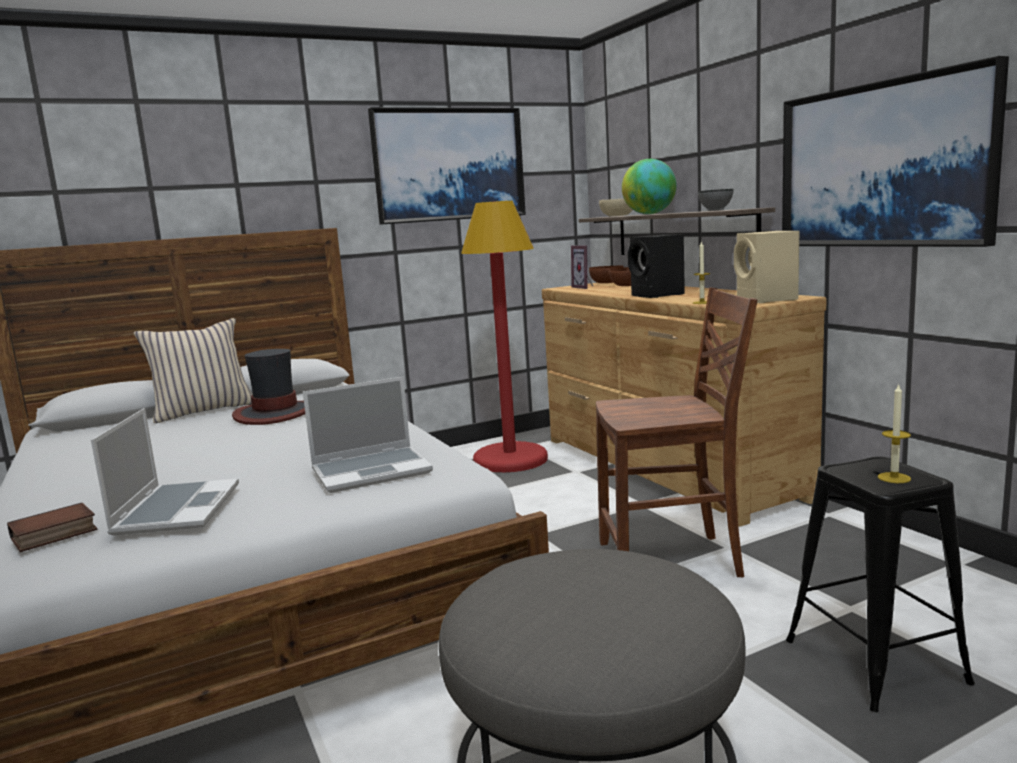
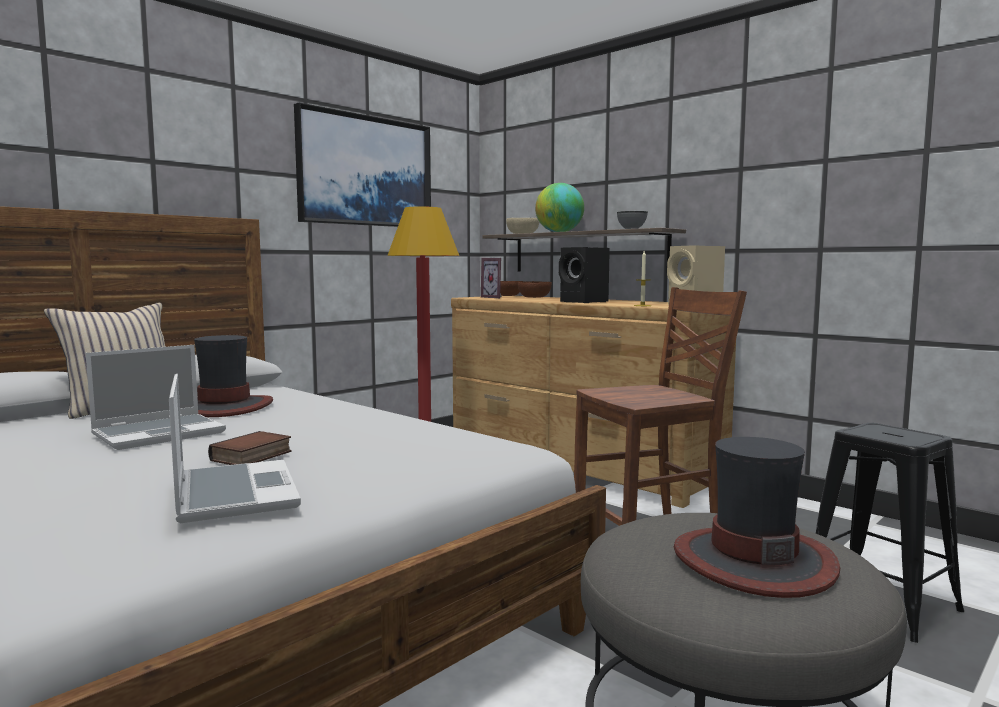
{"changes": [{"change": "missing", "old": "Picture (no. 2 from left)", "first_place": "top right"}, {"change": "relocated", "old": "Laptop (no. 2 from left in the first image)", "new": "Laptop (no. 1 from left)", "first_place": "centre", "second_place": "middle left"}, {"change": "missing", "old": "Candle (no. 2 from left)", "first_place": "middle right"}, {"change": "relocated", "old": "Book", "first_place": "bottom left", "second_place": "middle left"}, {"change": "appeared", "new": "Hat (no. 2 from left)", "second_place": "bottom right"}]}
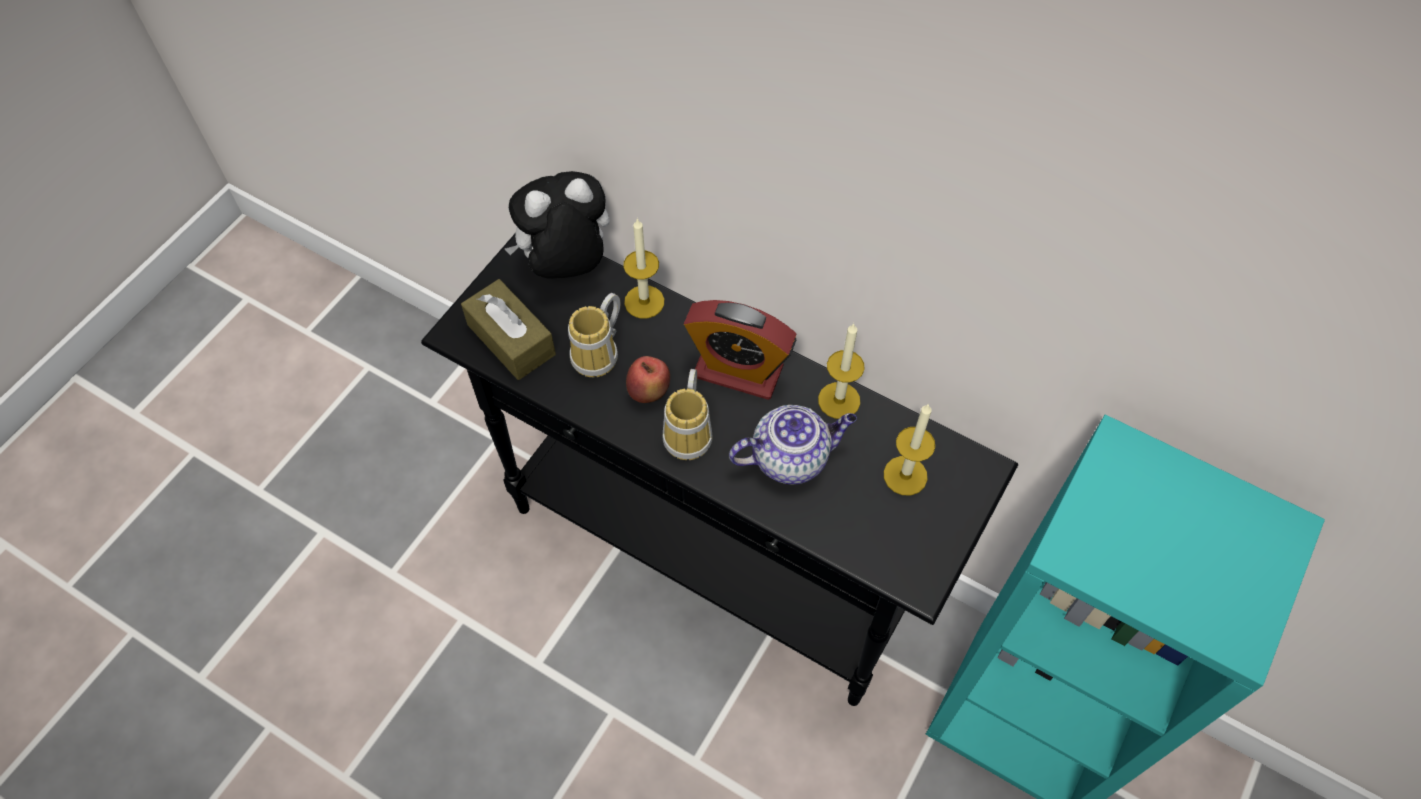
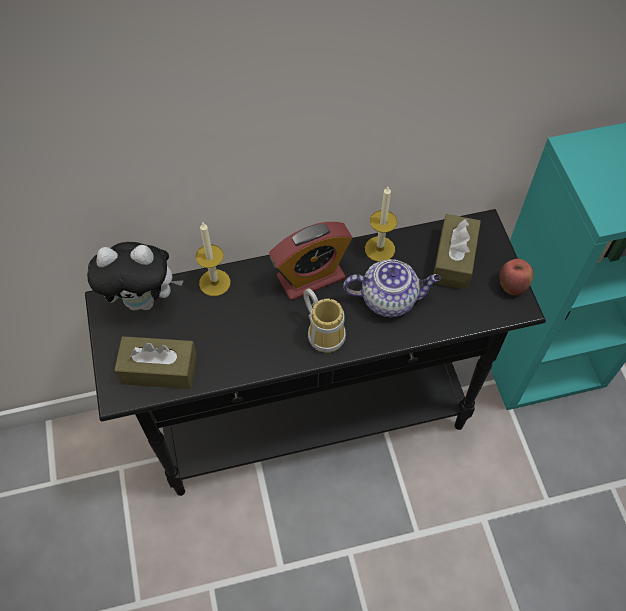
{"changes": [{"change": "spun", "old": "PlushToy", "first_place": "top centre", "second_place": "middle left", "degrees": -120}, {"change": "missing", "old": "Mug (no. 1 from left)", "first_place": "centre"}, {"change": "relocated", "old": "Apple", "first_place": "centre", "second_place": "middle right"}, {"change": "exchanged", "old": "Candle (no. 3 from left)", "new": "BrownTissueBox (no. 2 from left)", "first_place": "centre", "second_place": "middle right"}, {"change": "spun", "old": "Teapot", "first_place": "centre", "second_place": "centre", "degrees": 60}]}
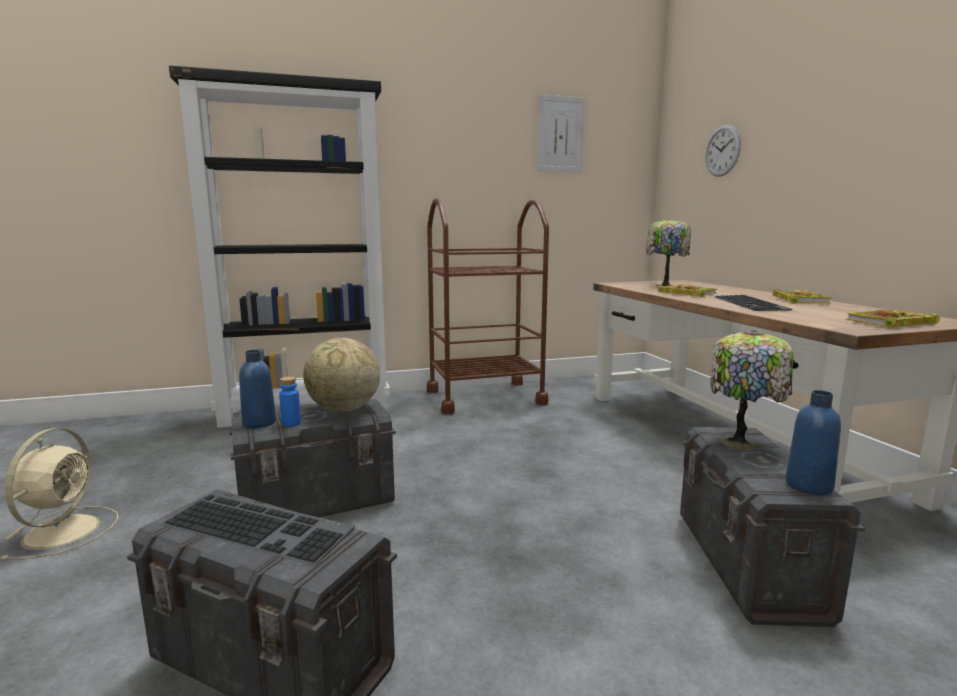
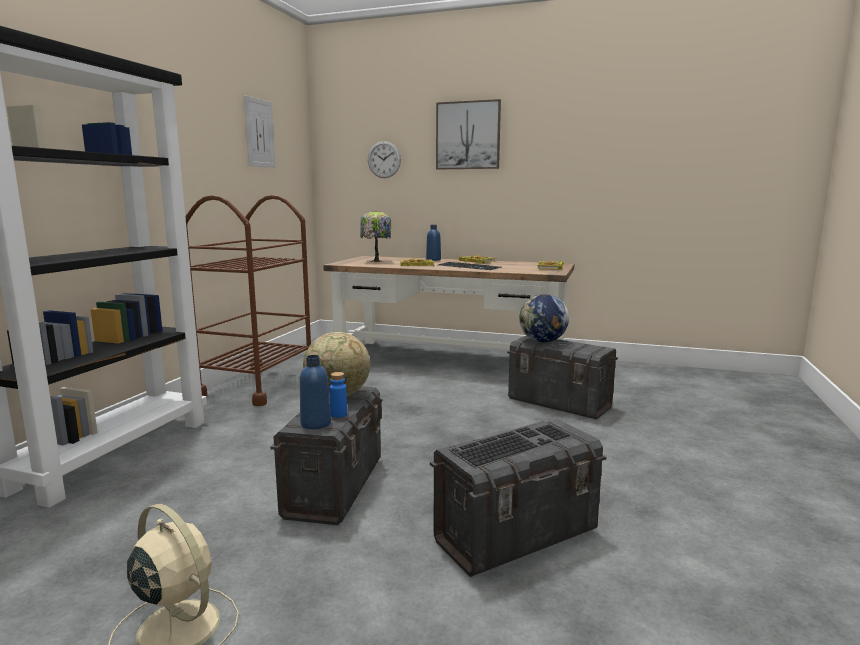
{"changes": [{"change": "exchanged", "old": "TableLamp (no. 2 from left)", "new": "Globe (no. 2 from left)", "first_place": "middle right", "second_place": "centre"}, {"change": "relocated", "old": "BlueBottle (no. 3 from left)", "first_place": "middle right", "second_place": "centre"}, {"change": "appeared", "new": "Picture (no. 2 from left)", "second_place": "top centre"}]}
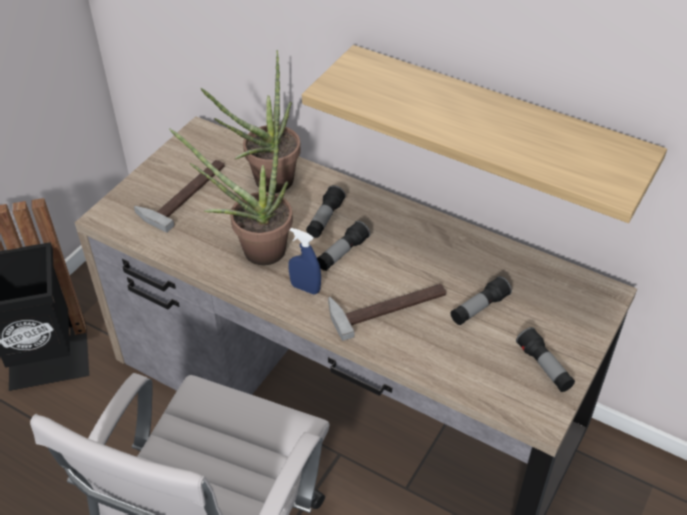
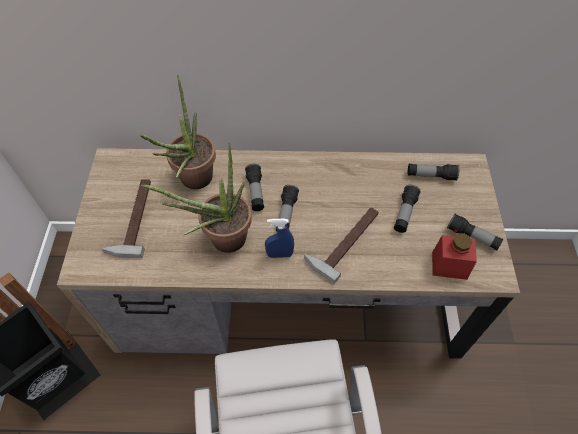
{"changes": [{"change": "missing", "old": "Shelf", "first_place": "top right"}, {"change": "appeared", "new": "Flashlight (no. 4 from left)", "second_place": "middle right"}, {"change": "appeared", "new": "RedJar", "second_place": "middle right"}]}
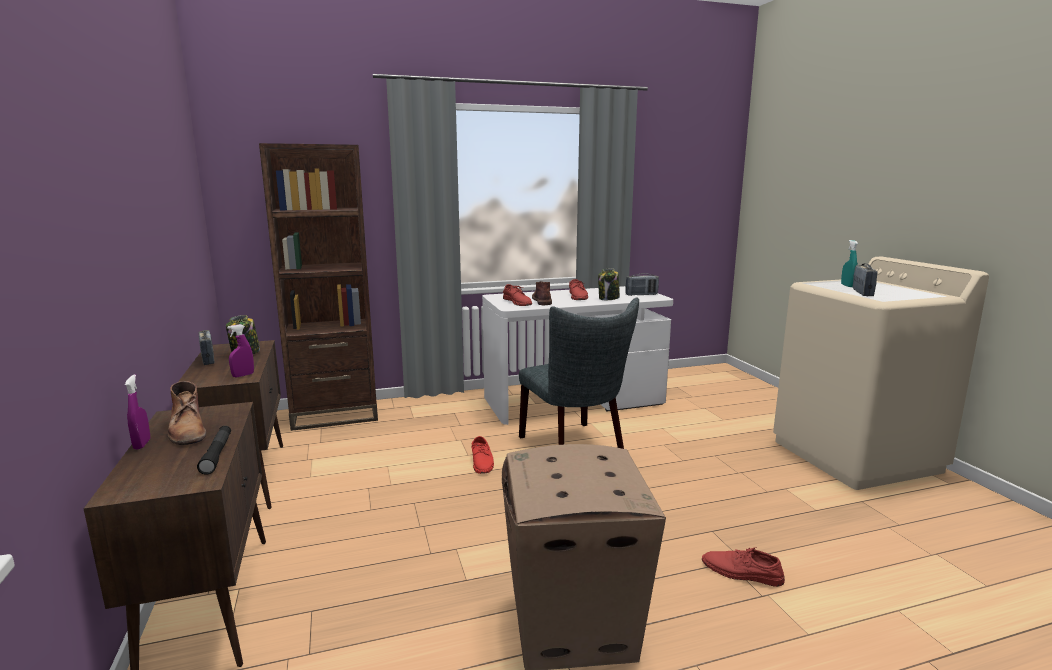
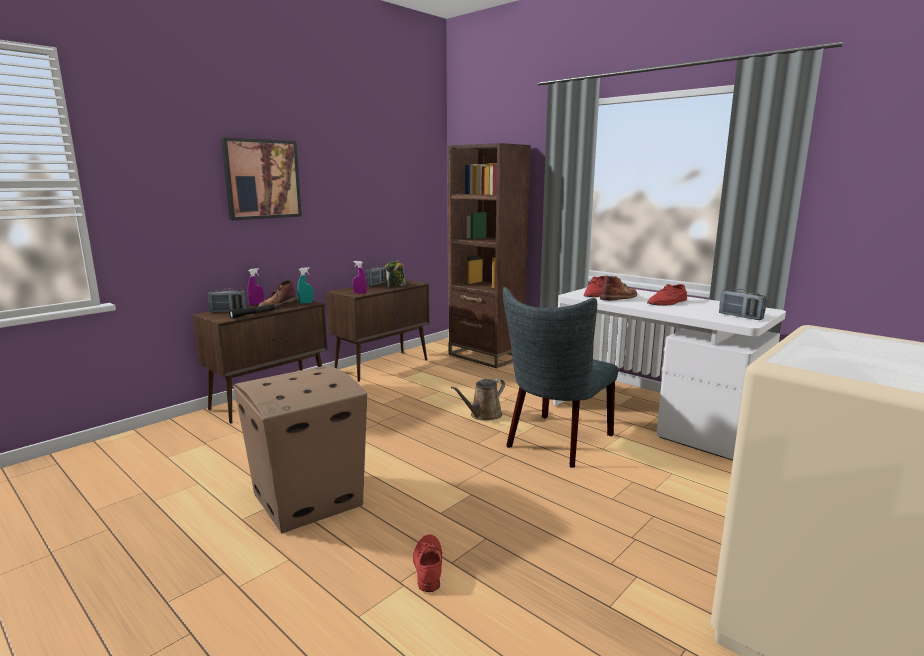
{"changes": [{"change": "relocated", "old": "TurquoiseSprayBottle", "first_place": "middle right", "second_place": "middle left"}, {"change": "relocated", "old": "Radio (no. 3 from left in the first image)", "new": "Radio (no. 1 from left)", "first_place": "middle right", "second_place": "middle left"}, {"change": "missing", "old": "Jar (no. 2 from left)", "first_place": "centre"}, {"change": "exchanged", "old": "RedShoe (no. 1 from left)", "new": "BrownWateringCan", "first_place": "bottom centre", "second_place": "centre"}, {"change": "appeared", "new": "Picture", "second_place": "top left"}]}
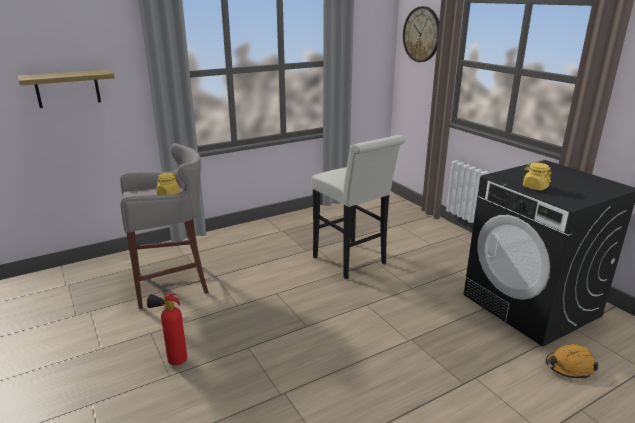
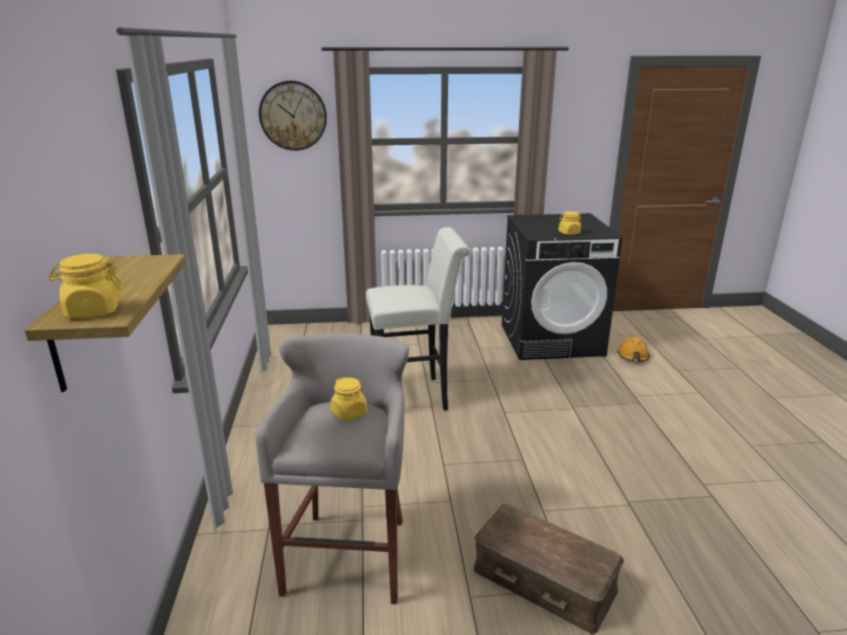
{"changes": [{"change": "exchanged", "old": "FireExtinguisher", "new": "BrownStorageBox", "first_place": "bottom left", "second_place": "bottom centre"}, {"change": "appeared", "new": "YellowJar (no. 1 from left)", "second_place": "middle left"}]}
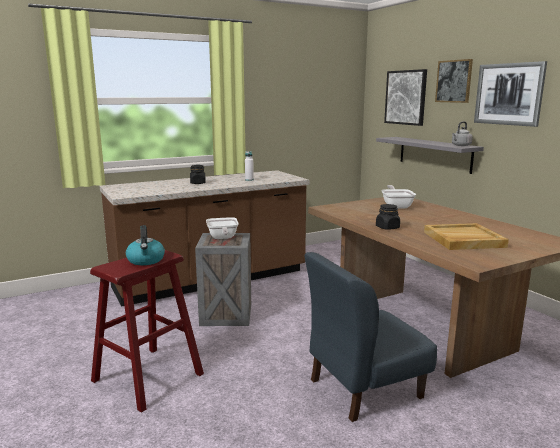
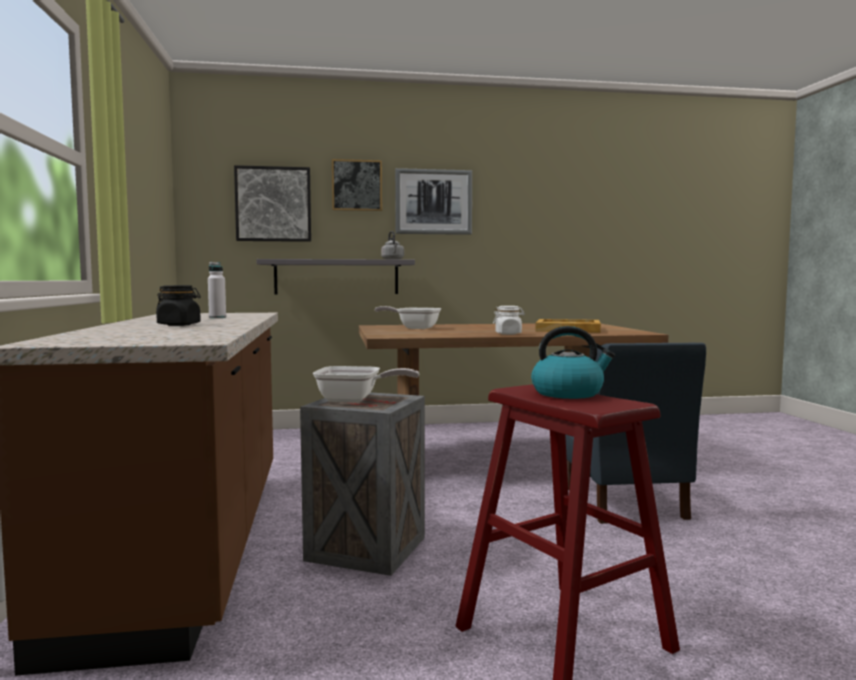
{"changes": [{"change": "colour", "old": "BlackJar (no. 2 from left)", "new": "WhiteJar", "first_place": "middle right", "second_place": "centre"}]}
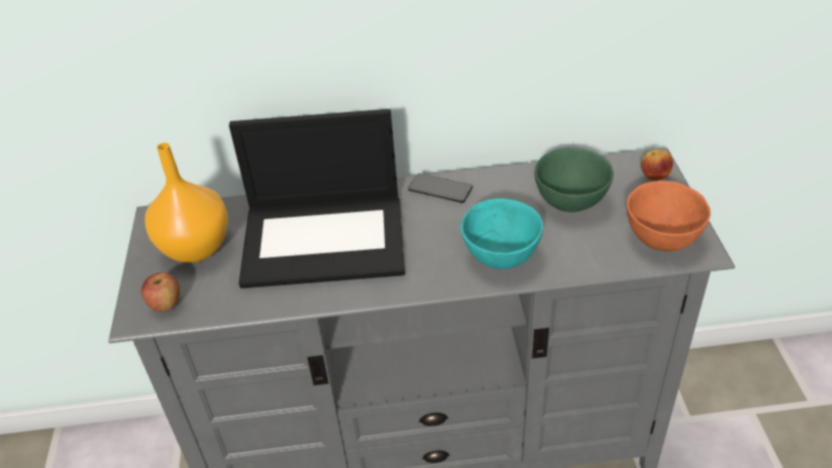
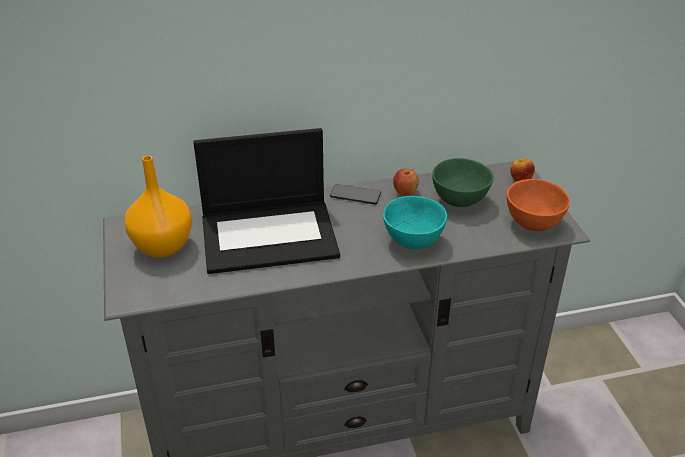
{"changes": [{"change": "relocated", "old": "Apple (no. 1 from left)", "first_place": "middle left", "second_place": "centre"}]}
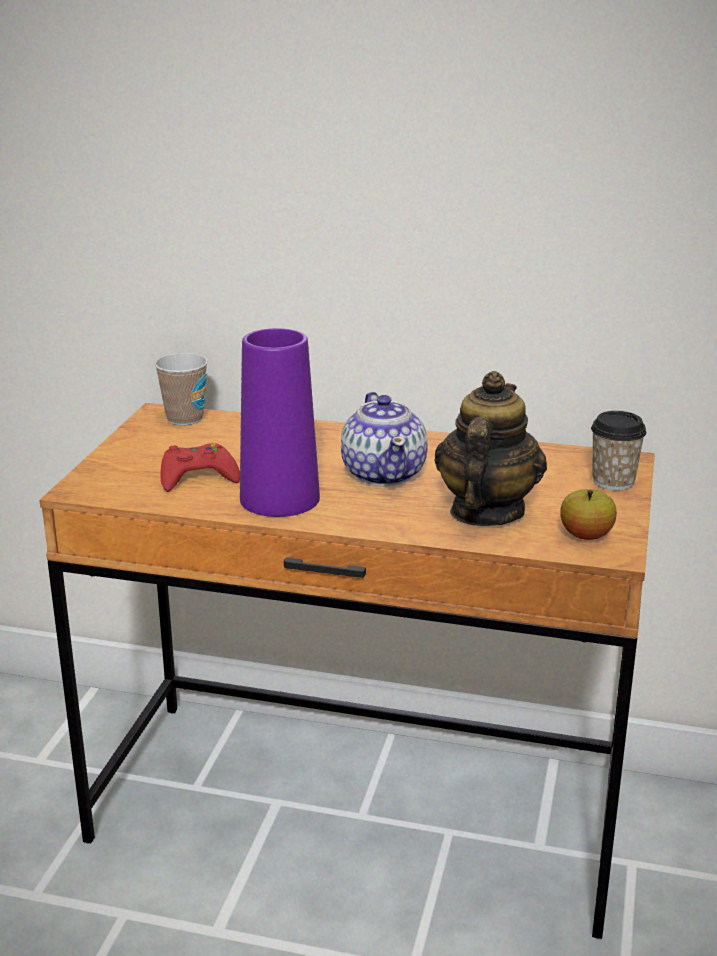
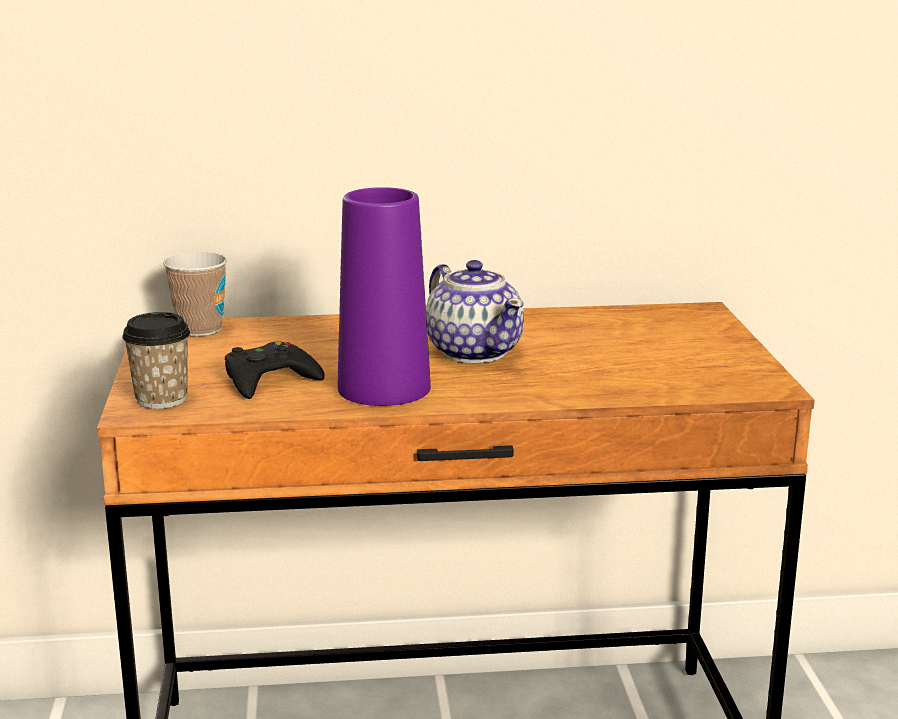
{"changes": [{"change": "missing", "old": "Teapot (no. 2 from left)", "first_place": "middle right"}, {"change": "relocated", "old": "Cup (no. 2 from left in the first image)", "new": "Cup (no. 1 from left)", "first_place": "middle right", "second_place": "middle left"}, {"change": "colour", "old": "RedGameController", "new": "BlackGameController", "first_place": "middle left", "second_place": "middle left"}, {"change": "missing", "old": "Apple", "first_place": "middle right"}]}
